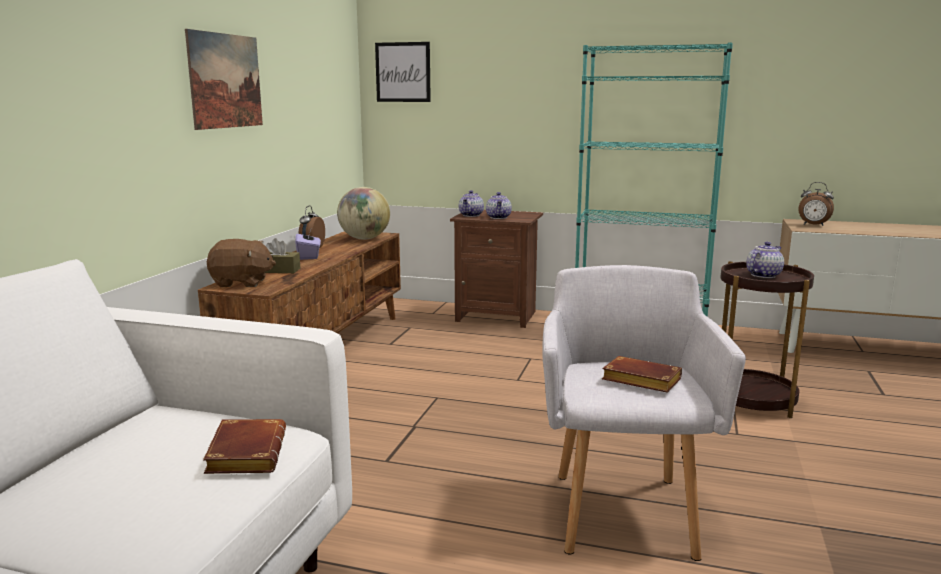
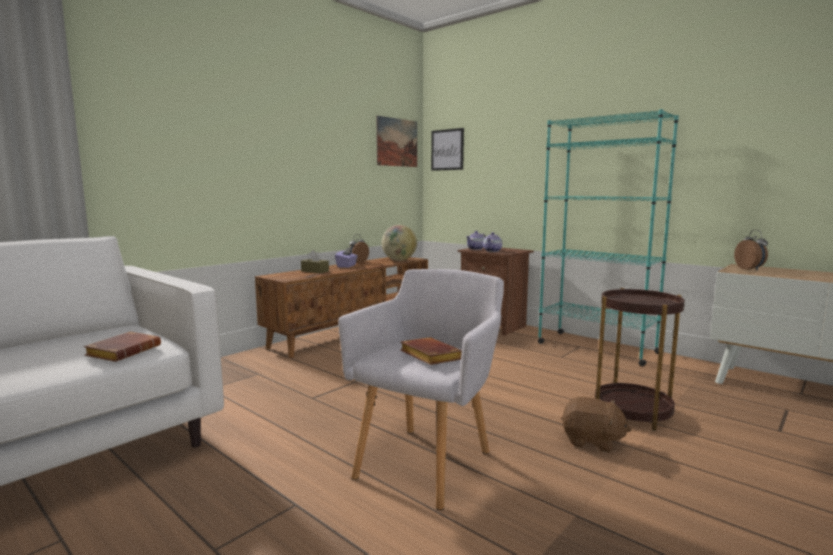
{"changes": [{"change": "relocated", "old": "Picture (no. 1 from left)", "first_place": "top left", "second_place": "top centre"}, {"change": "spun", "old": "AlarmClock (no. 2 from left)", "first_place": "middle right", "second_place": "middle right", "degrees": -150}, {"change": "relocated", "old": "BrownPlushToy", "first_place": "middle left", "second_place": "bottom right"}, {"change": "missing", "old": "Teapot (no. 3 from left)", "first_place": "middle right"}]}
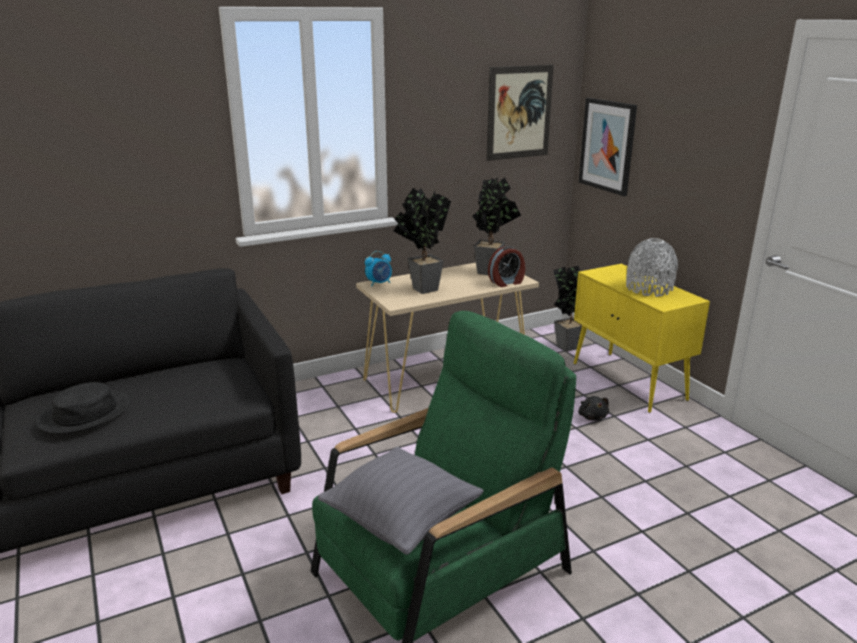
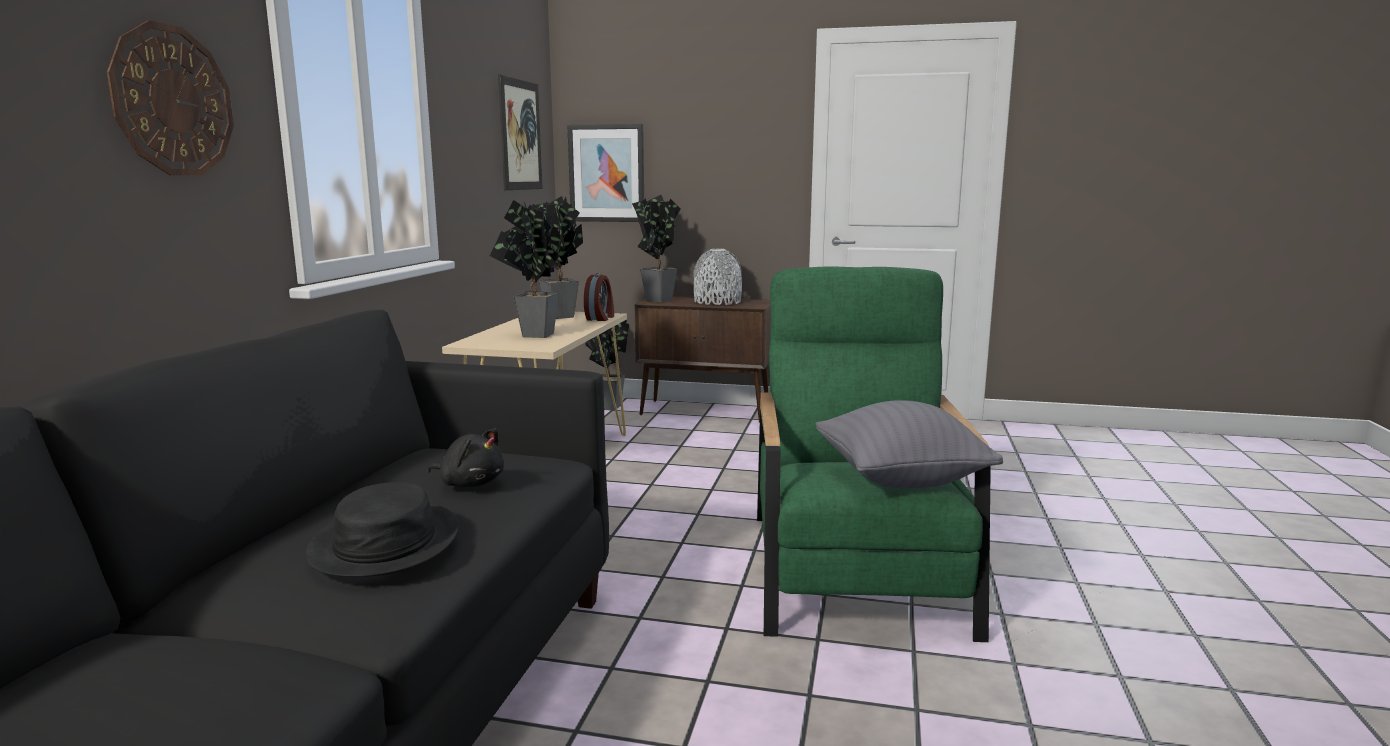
{"changes": [{"change": "missing", "old": "AlarmClock (no. 1 from left)", "first_place": "centre"}, {"change": "colour", "old": "YellowCabinet", "new": "BrownCabinet", "first_place": "middle right", "second_place": "centre"}, {"change": "relocated", "old": "BlackPlushToy", "first_place": "middle right", "second_place": "centre"}, {"change": "appeared", "new": "WallClock", "second_place": "top left"}, {"change": "appeared", "new": "PottedPlant (no. 4 from left)", "second_place": "top centre"}]}
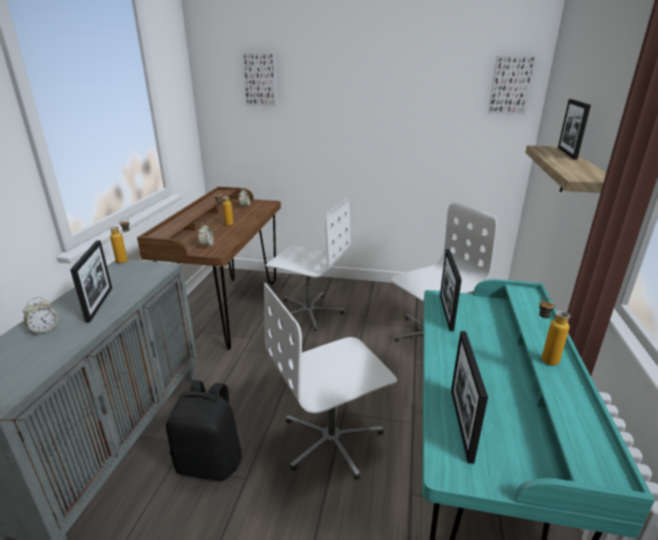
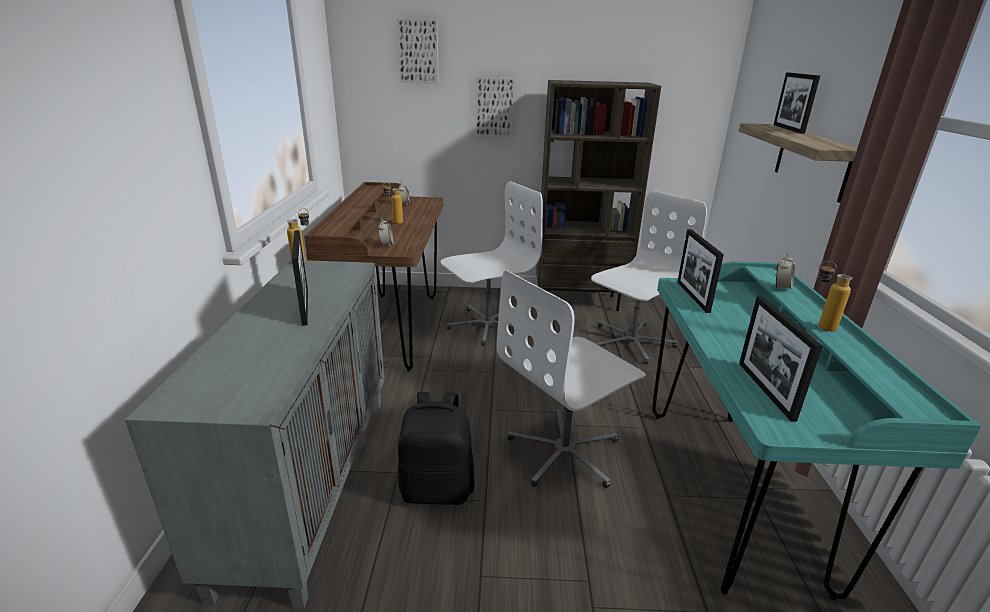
{"changes": [{"change": "relocated", "old": "Picture (no. 2 from left)", "first_place": "top right", "second_place": "top centre"}, {"change": "spun", "old": "WhiteOfficeChair (no. 1 from left)", "first_place": "centre", "second_place": "centre", "degrees": -45}, {"change": "relocated", "old": "AlarmClock (no. 1 from left in the first image)", "new": "AlarmClock (no. 3 from left)", "first_place": "middle left", "second_place": "middle right"}, {"change": "appeared", "new": "BrownBookcase", "second_place": "top centre"}]}
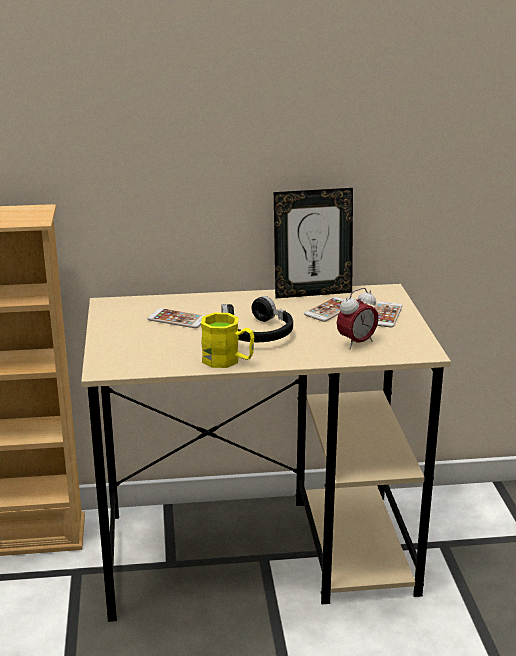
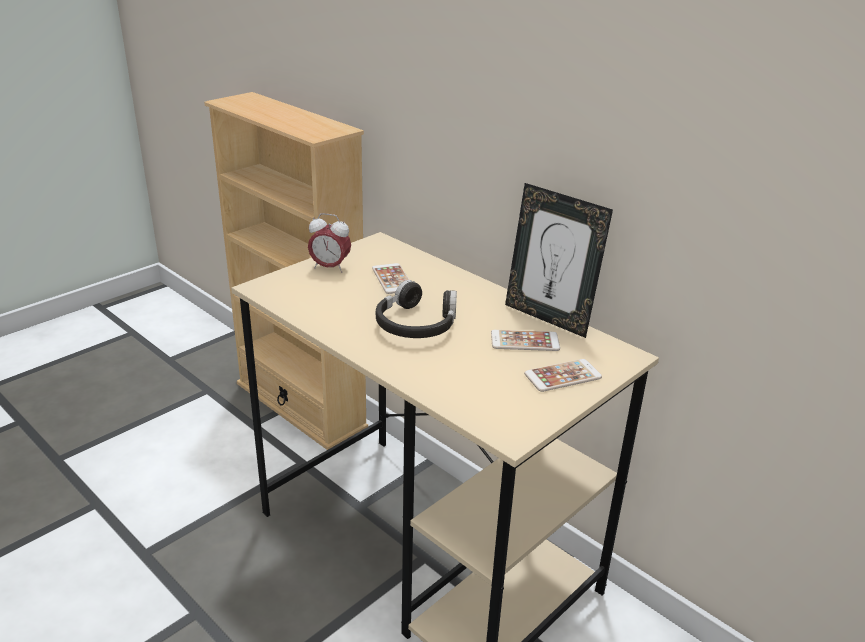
{"changes": [{"change": "relocated", "old": "AlarmClock", "first_place": "middle right", "second_place": "centre"}, {"change": "missing", "old": "YellowMug", "first_place": "centre"}]}
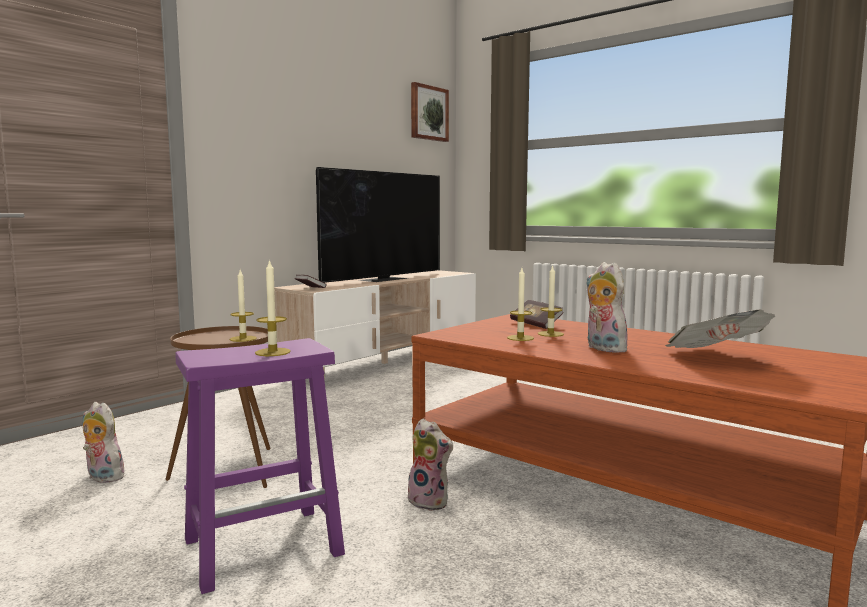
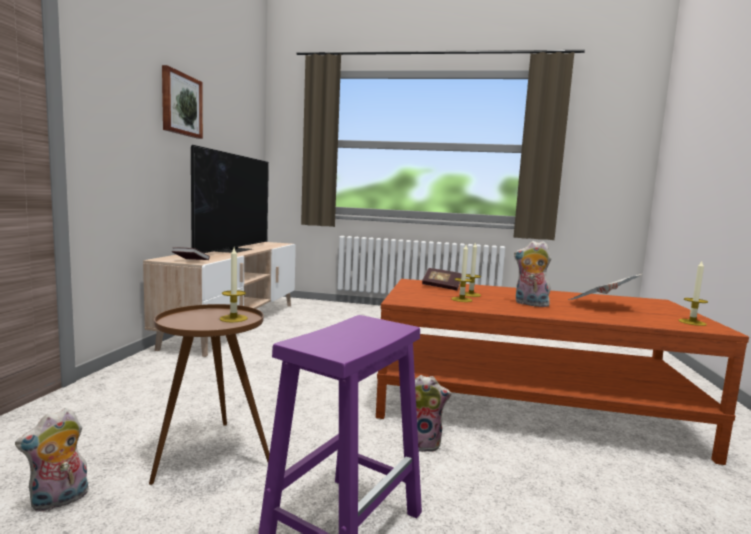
{"changes": [{"change": "relocated", "old": "Picture", "first_place": "top centre", "second_place": "top left"}, {"change": "relocated", "old": "Candle (no. 2 from left in the first image)", "new": "Candle (no. 4 from left)", "first_place": "middle left", "second_place": "middle right"}, {"change": "spun", "old": "PlushToy (no. 1 from left)", "first_place": "bottom left", "second_place": "bottom left", "degrees": -45}]}
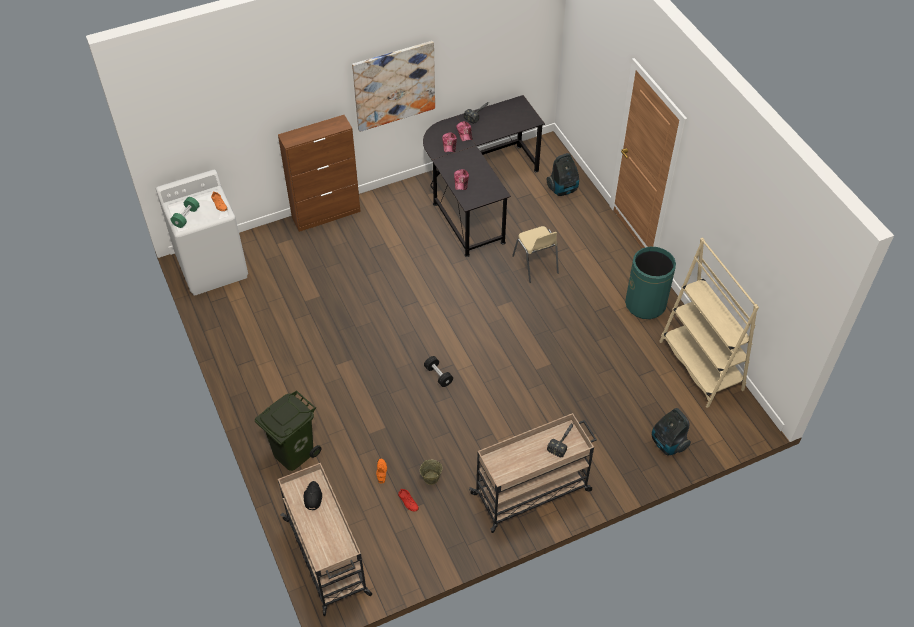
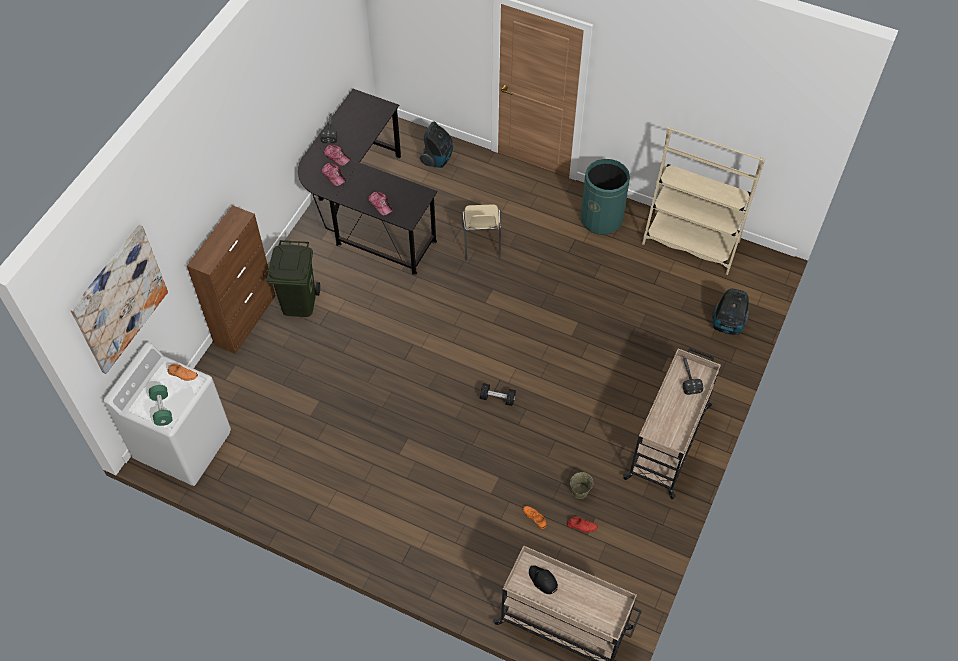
{"changes": [{"change": "relocated", "old": "Picture", "first_place": "top centre", "second_place": "middle left"}, {"change": "spun", "old": "BeigeChair", "first_place": "centre", "second_place": "centre", "degrees": 60}, {"change": "relocated", "old": "GreenTrashCan (no. 1 from left)", "first_place": "bottom left", "second_place": "middle left"}]}
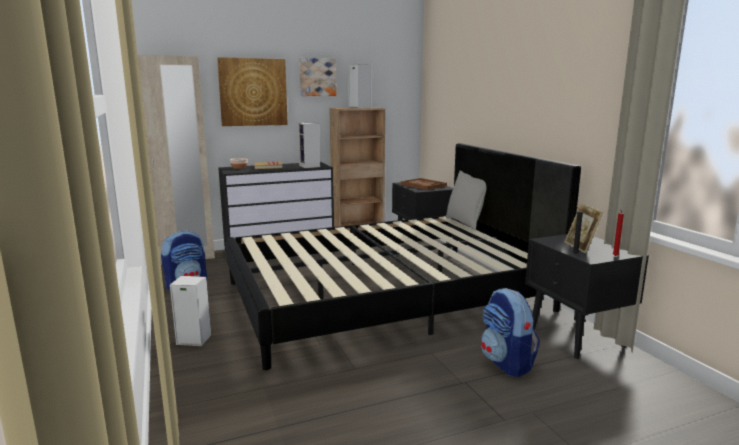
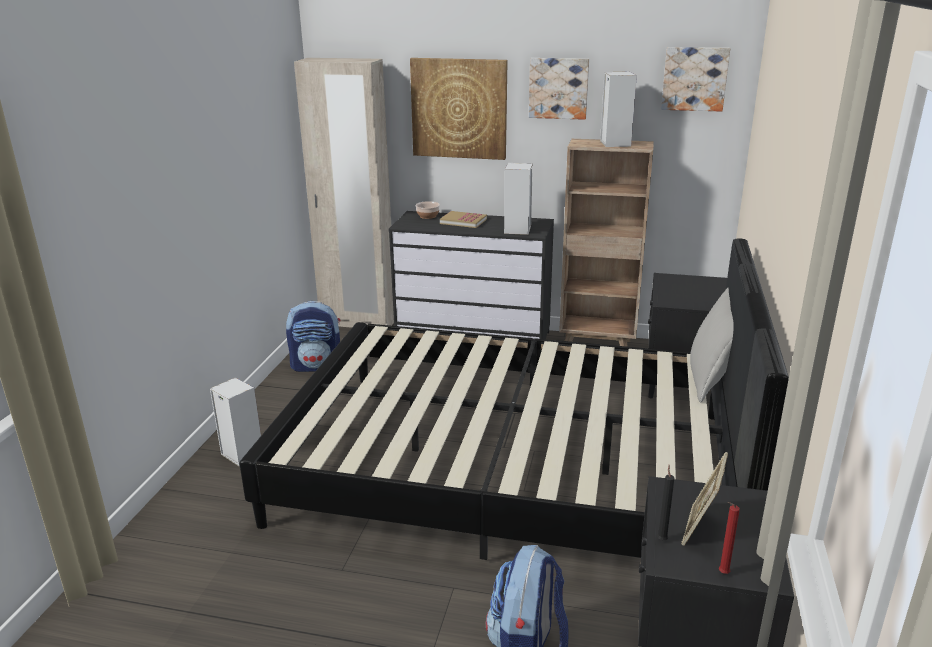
{"changes": [{"change": "missing", "old": "BrownTray", "first_place": "centre"}, {"change": "appeared", "new": "Picture (no. 3 from left)", "second_place": "top right"}]}
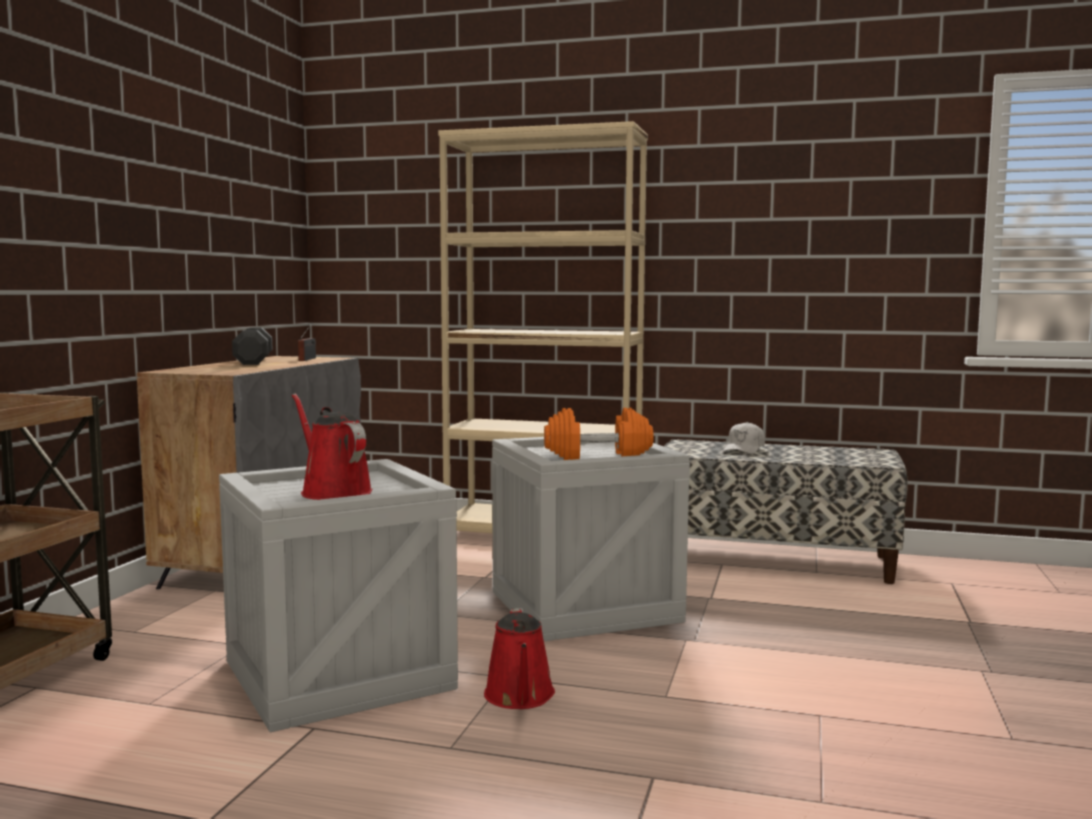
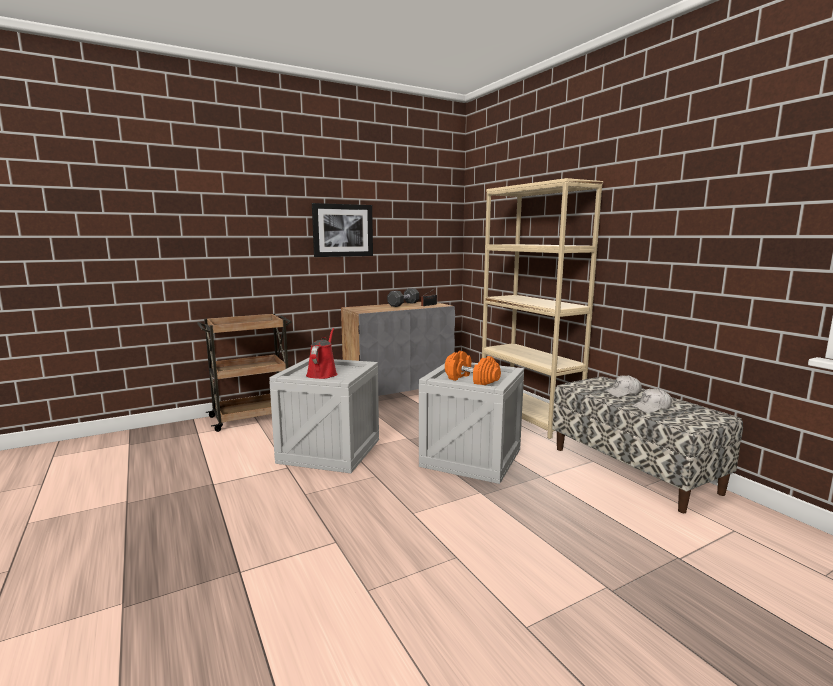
{"changes": [{"change": "missing", "old": "RedWateringCan (no. 2 from left)", "first_place": "bottom centre"}, {"change": "appeared", "new": "Picture", "second_place": "centre"}, {"change": "appeared", "new": "WhiteCap (no. 2 from left)", "second_place": "middle right"}]}
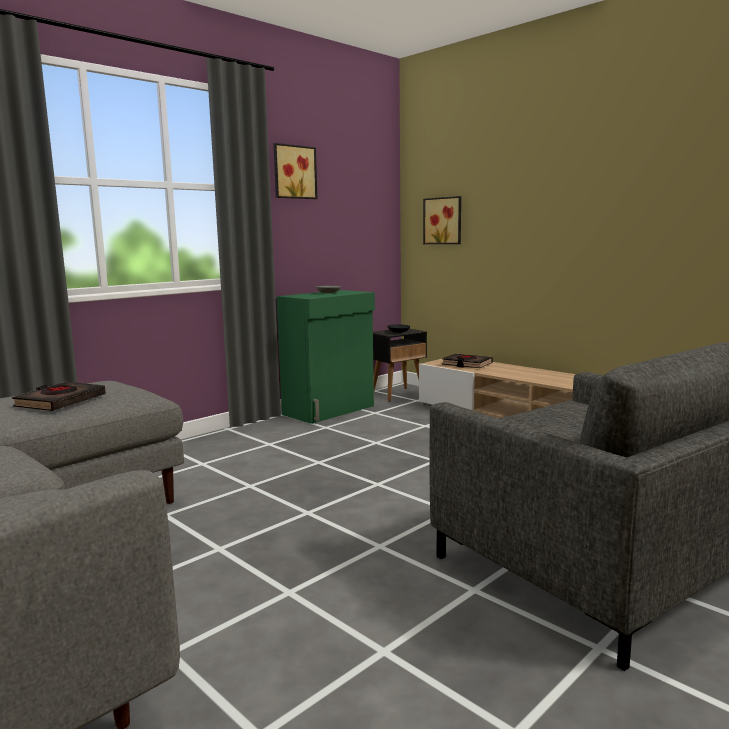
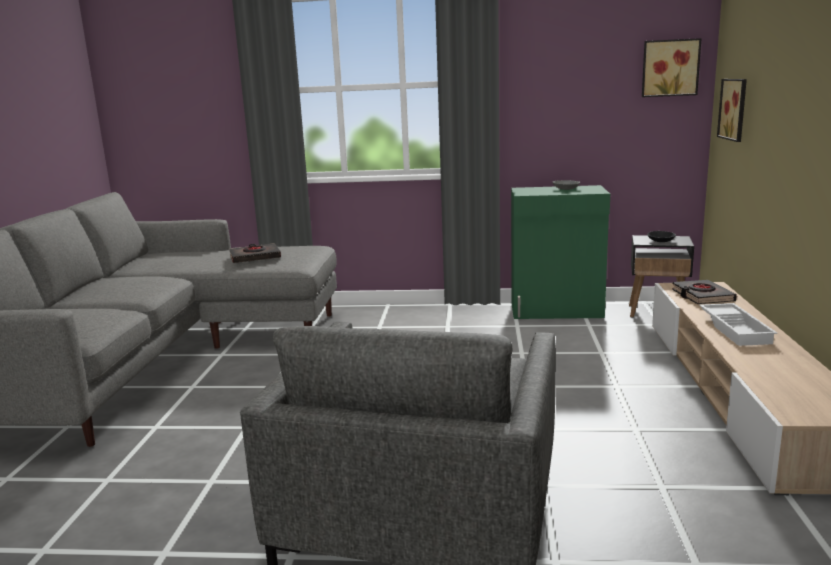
{"changes": [{"change": "relocated", "old": "Picture (no. 1 from left)", "first_place": "top centre", "second_place": "top right"}, {"change": "appeared", "new": "WhiteTray", "second_place": "middle right"}]}
